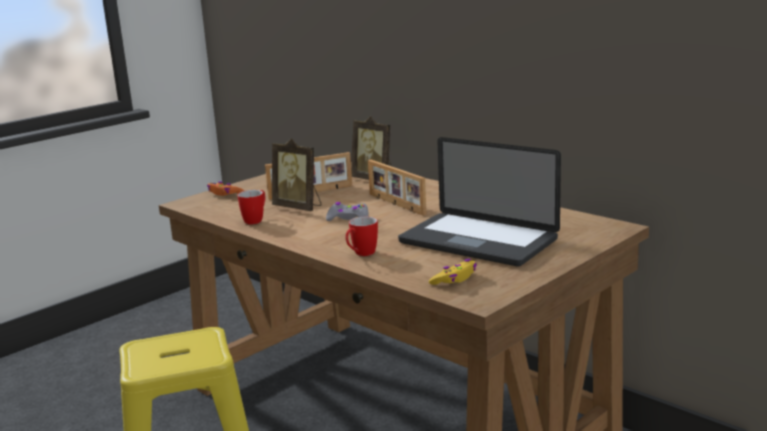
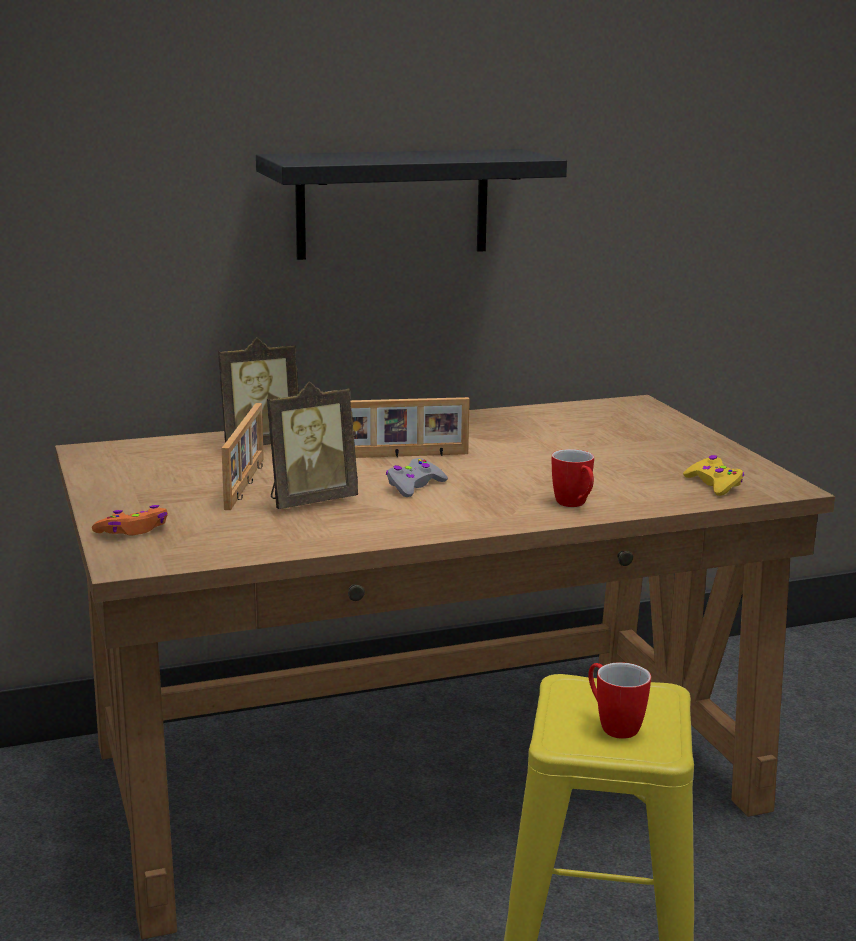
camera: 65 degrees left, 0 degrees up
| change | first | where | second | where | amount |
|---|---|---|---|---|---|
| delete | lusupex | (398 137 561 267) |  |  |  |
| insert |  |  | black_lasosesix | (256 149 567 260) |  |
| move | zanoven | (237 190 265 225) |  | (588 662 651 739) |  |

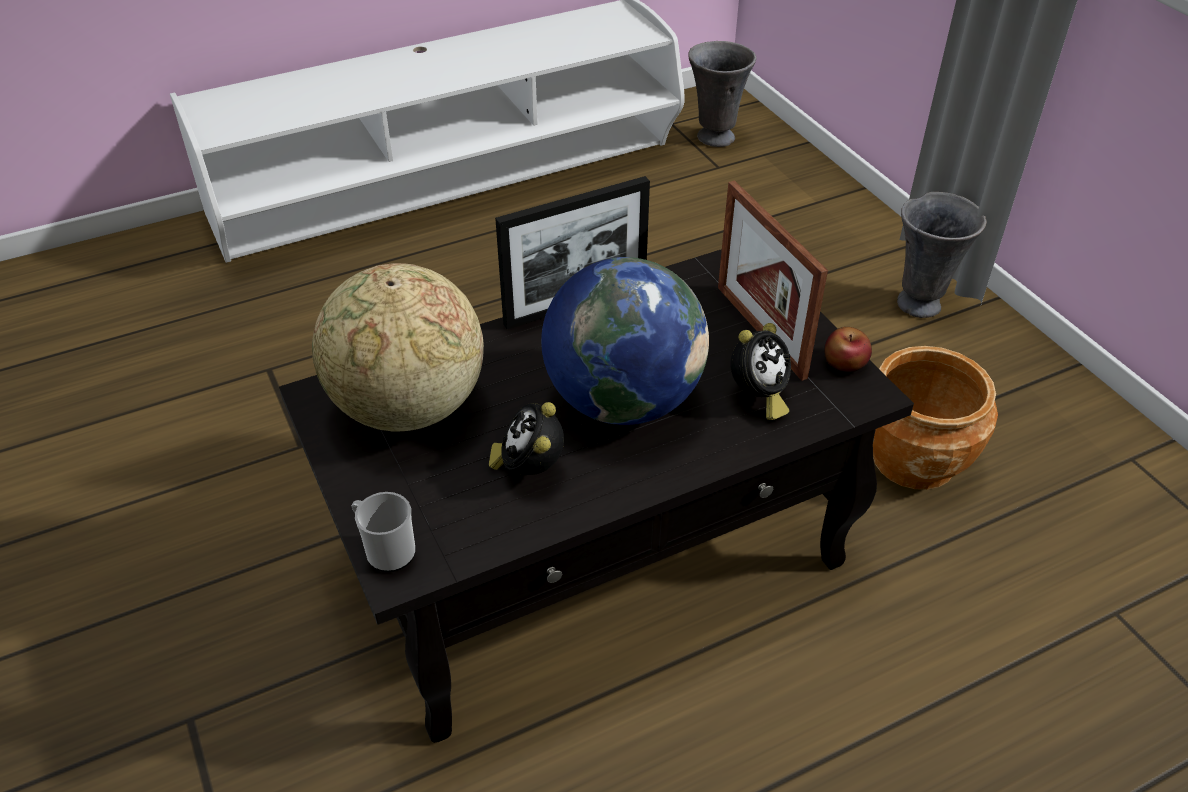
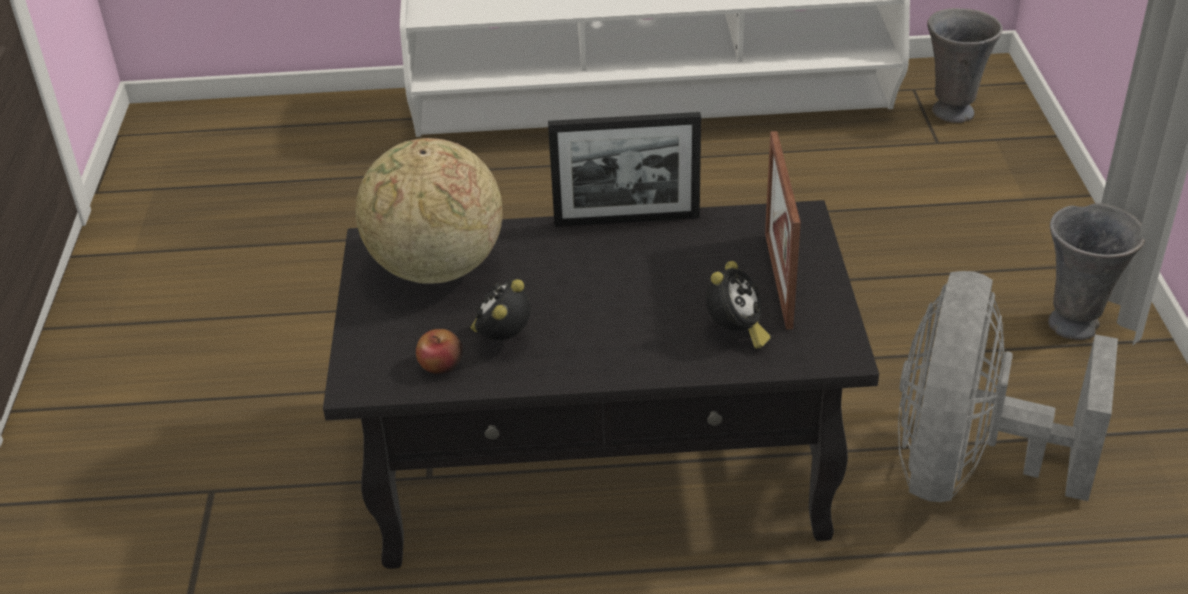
camera: 25 degrees right, 5 degrees down
| change | first | where | second | where | amount |
|---|---|---|---|---|---|
| delete | zanoven | (352 492 416 572) |  |  |  |
| delete | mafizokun | (541 257 709 425) |  |  |  |
| move | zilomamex | (824 327 872 372) |  | (416 329 463 374) |  |
| replace | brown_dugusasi | (873 346 998 490) | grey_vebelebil | (898 271 1118 502) |  |
| rotate | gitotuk | (731 323 791 420) |  | (706 261 770 349) | 45 degrees counterclockwise |

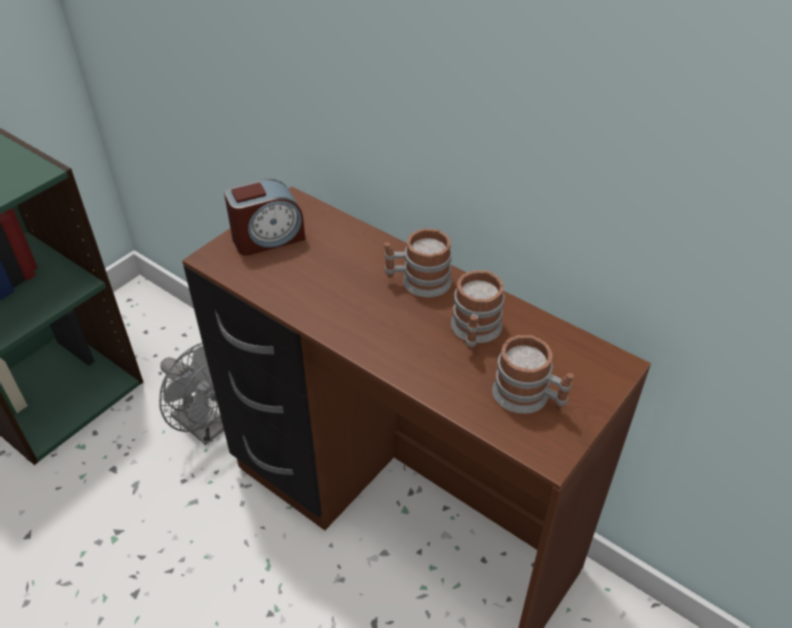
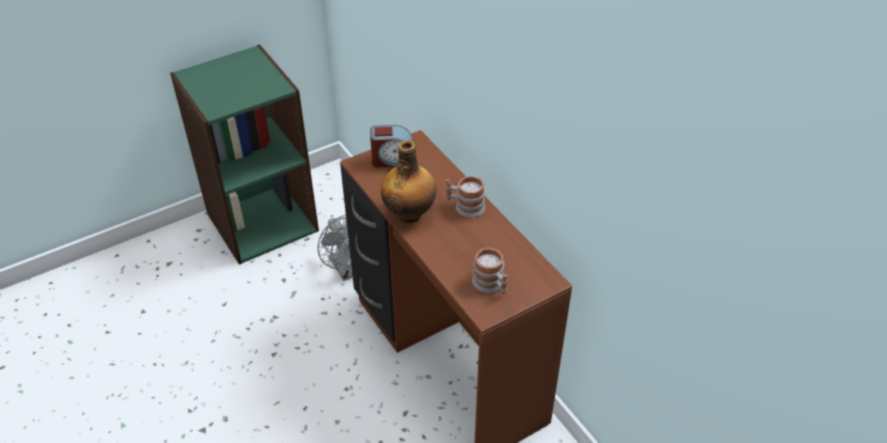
camera: 20 degrees right, 0 degrees up
| change | first | where | second | where | amount |
|---|---|---|---|---|---|
| delete | zanoven | (451 270 504 349) |  |  |  |
| insert |  |  | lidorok | (381 140 437 223) |  |

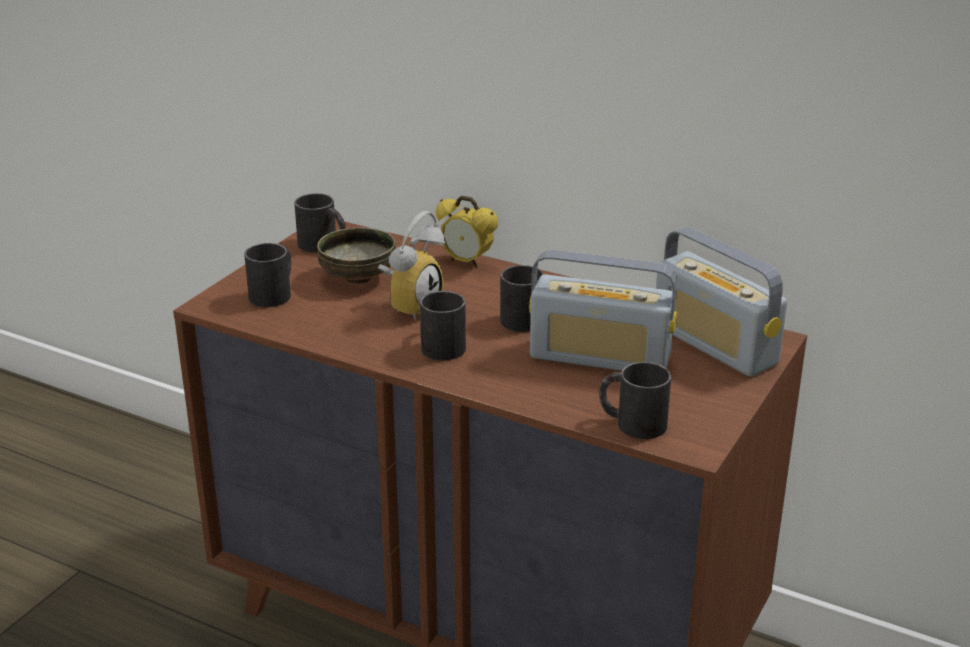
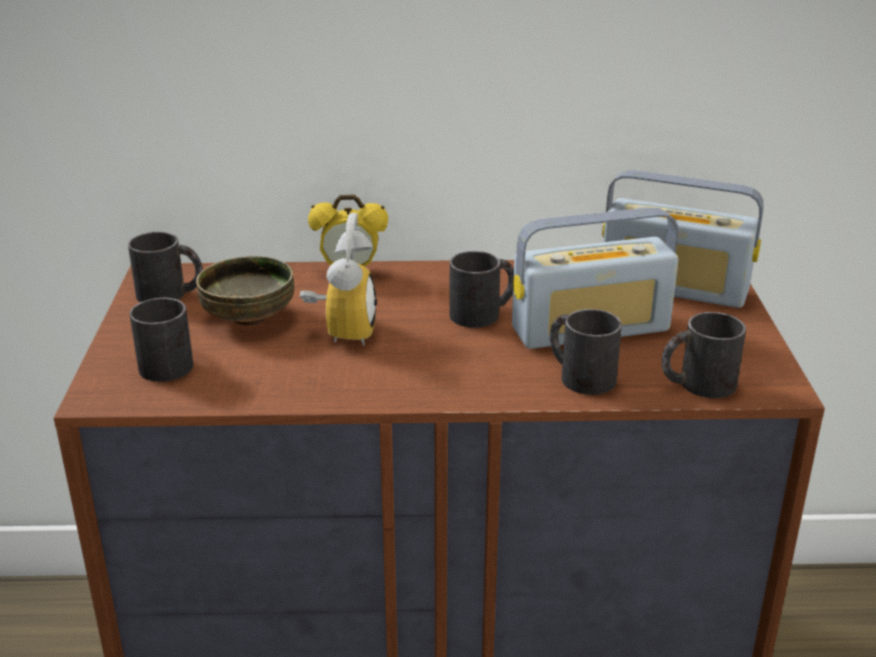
camera: 30 degrees left, 0 degrees up
| change | first | where | second | where | amount |
|---|---|---|---|---|---|
| move | black_zanoven | (420 291 466 360) |  | (550 309 622 395) |  |

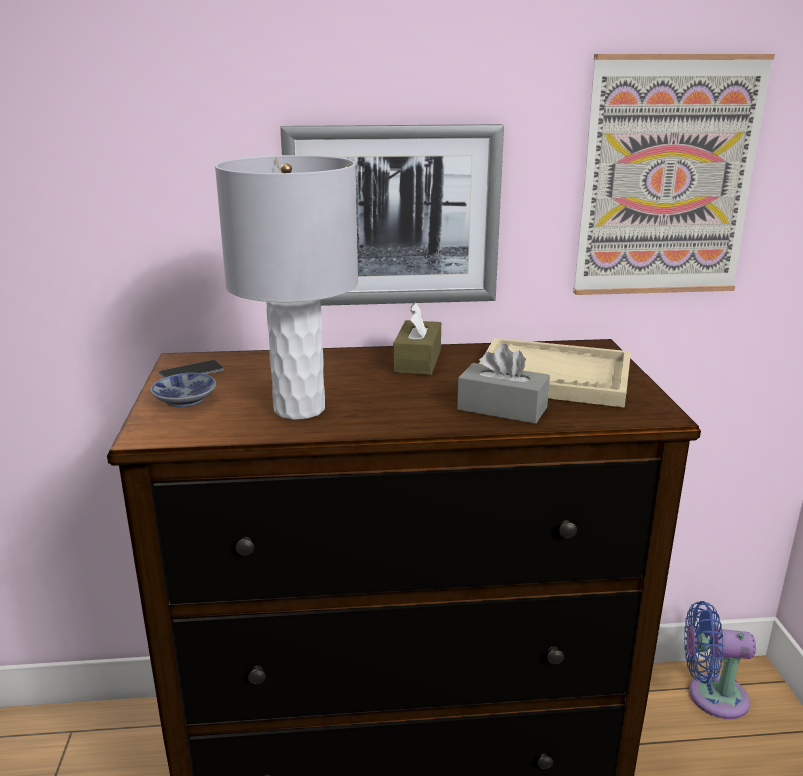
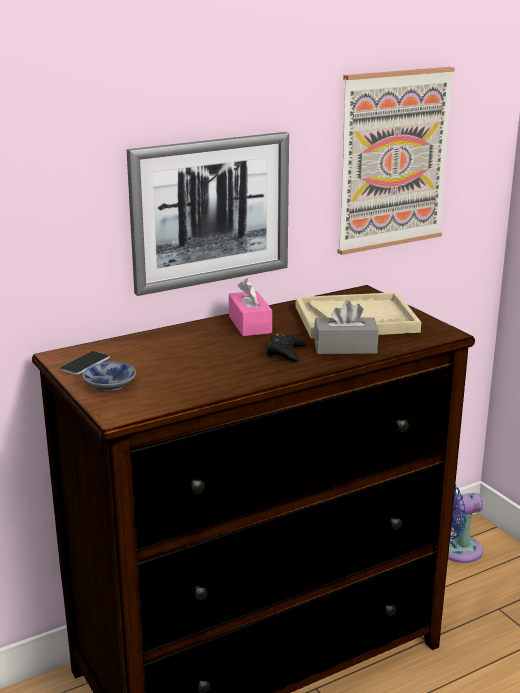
camera: 25 degrees left, 0 degrees up
| change | first | where | second | where | amount |
|---|---|---|---|---|---|
| delete | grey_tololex | (215 155 358 420) |  |  |  |
| insert |  |  | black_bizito | (266 333 306 362) |  |
| recolor | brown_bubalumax | (393 303 441 375) | pink_bubalumax | (229 278 272 336) |  |

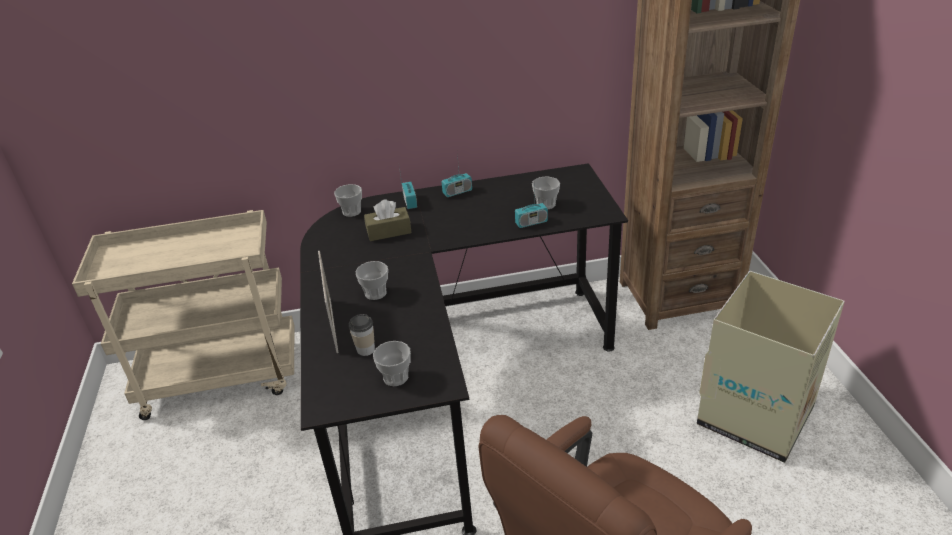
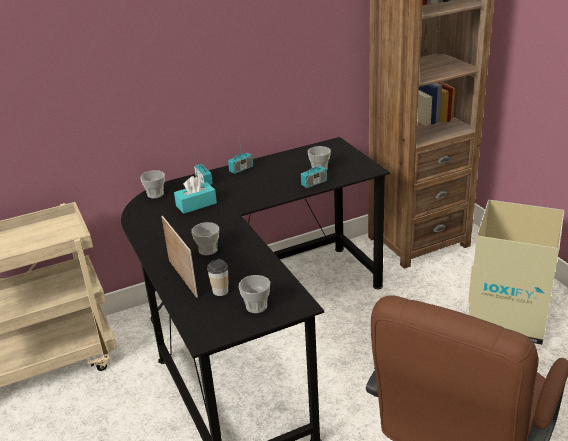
camera: 15 degrees left, 5 degrees down
| change | first | where | second | where | amount |
|---|---|---|---|---|---|
| recolor | brown_bubalumax | (364 199 412 241) | turquoise_bubalumax | (174 176 217 214) |  |

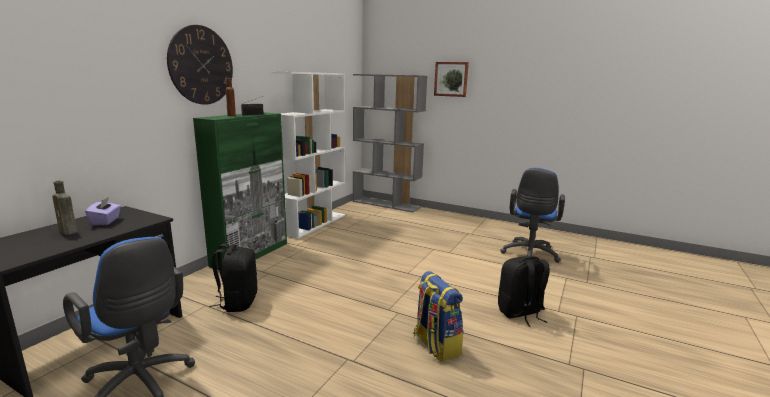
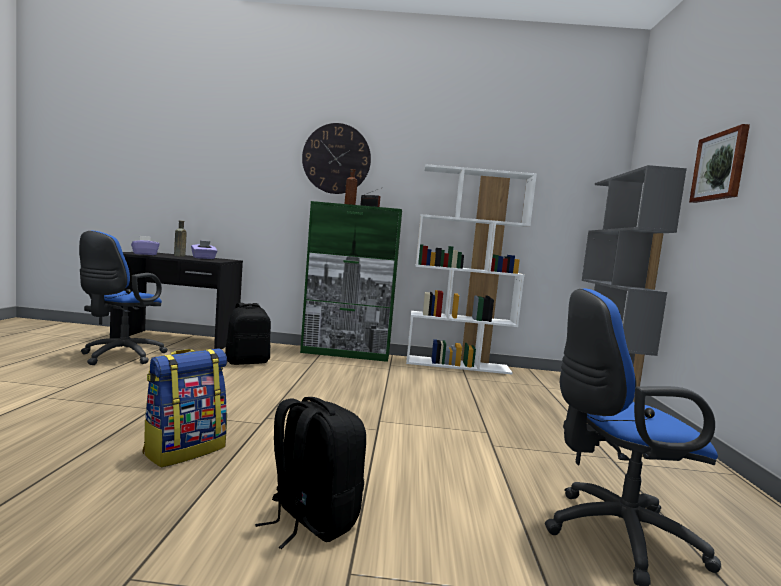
camera: 65 degrees right, 10 degrees down
| change | first | where | second | where | amount |
|---|---|---|---|---|---|
| insert |  |  | purple_bubalumax | (131 236 160 255) |  |

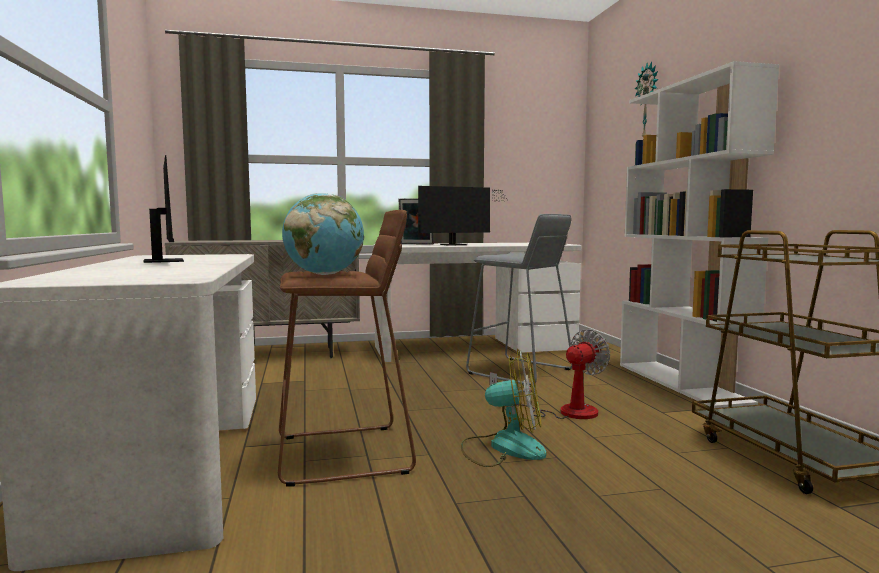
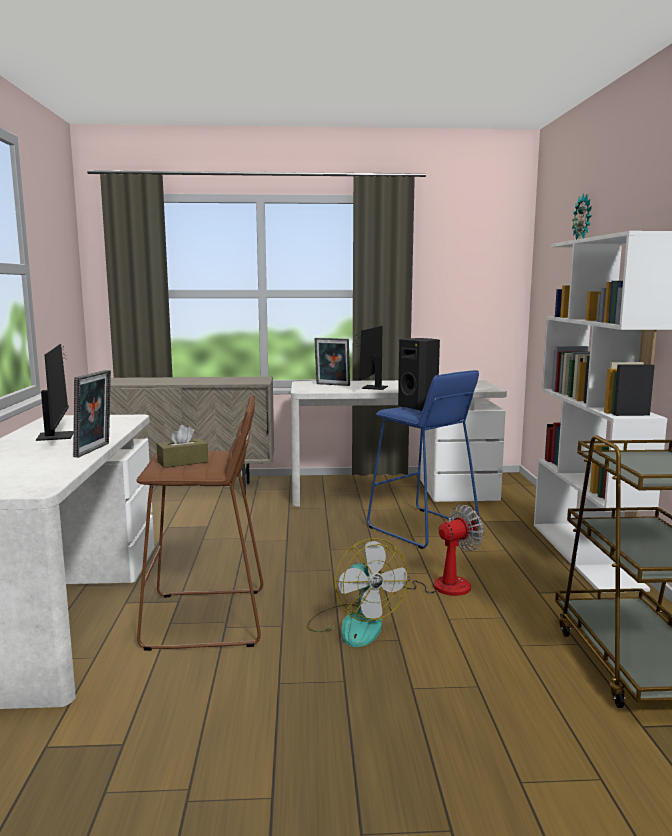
camera: 10 degrees right, 5 degrees up
| change | first | where | second | where | amount |
|---|---|---|---|---|---|
| insert |  |  | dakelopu | (73 370 111 458) |  |
| insert |  |  | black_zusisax | (398 338 440 411) |  |
| replace | mafizokun | (282 193 364 275) | brown_bubalumax | (157 425 208 468) |  |
| recolor | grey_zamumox | (466 214 572 387) | blue_zamumox | (367 370 479 549) |  |
| rotate | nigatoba | (418 186 507 246) |  | (354 326 388 390) | 120 degrees clockwise |
| rotate | vebelebil | (461 349 547 467) |  | (307 538 408 647) | 45 degrees clockwise |

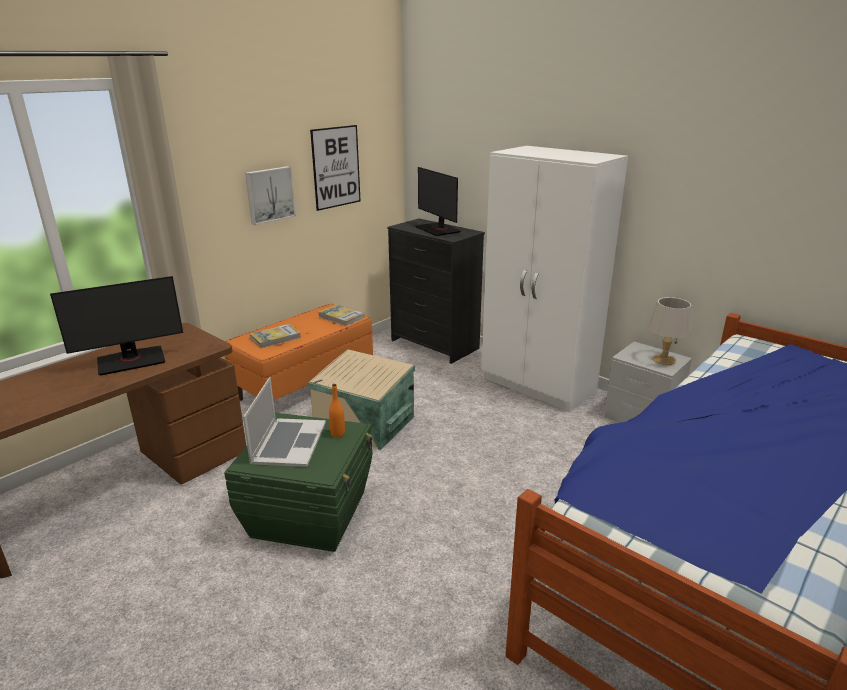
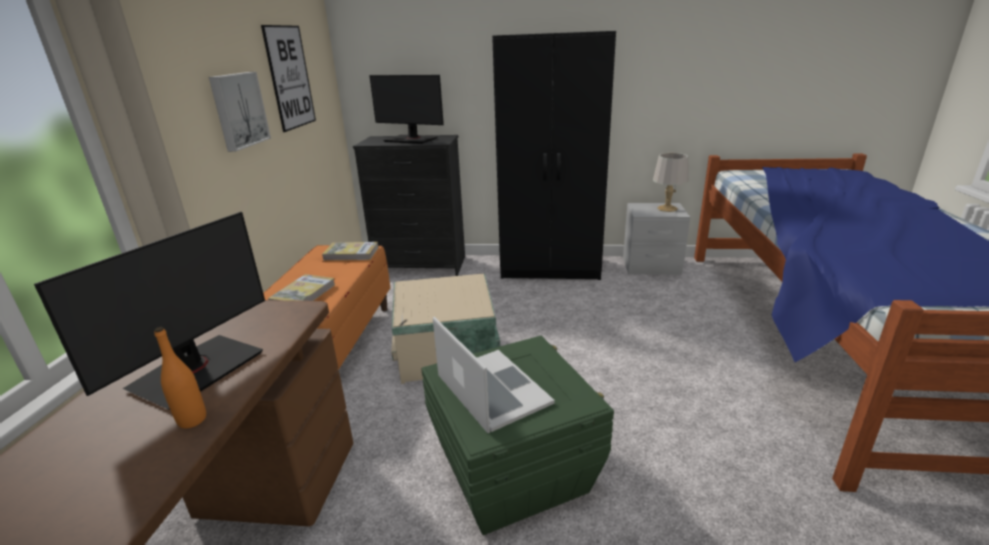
camera: 35 degrees left, 0 degrees up
| change | first | where | second | where | amount |
|---|---|---|---|---|---|
| move | orange_lidorok | (329 384 345 437) |  | (154 327 206 428) |  |
| recolor | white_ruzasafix | (481 146 628 412) | black_ruzasafix | (492 31 616 280) |  |

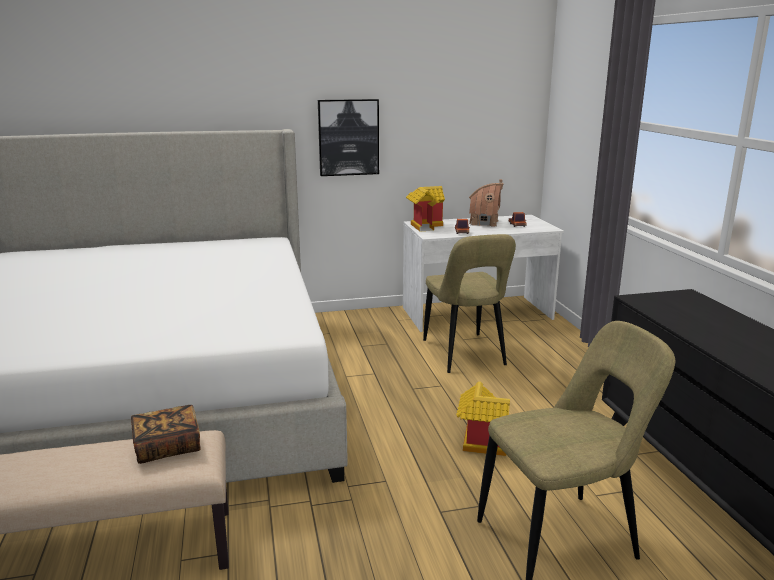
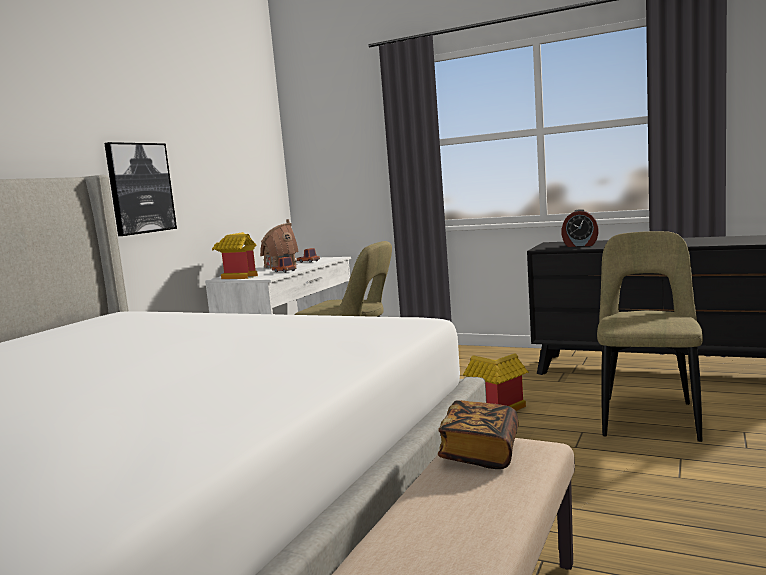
camera: 50 degrees left, 10 degrees down
| change | first | where | second | where | amount |
|---|---|---|---|---|---|
| insert |  |  | gitotuk | (562 209 599 247) |  |

